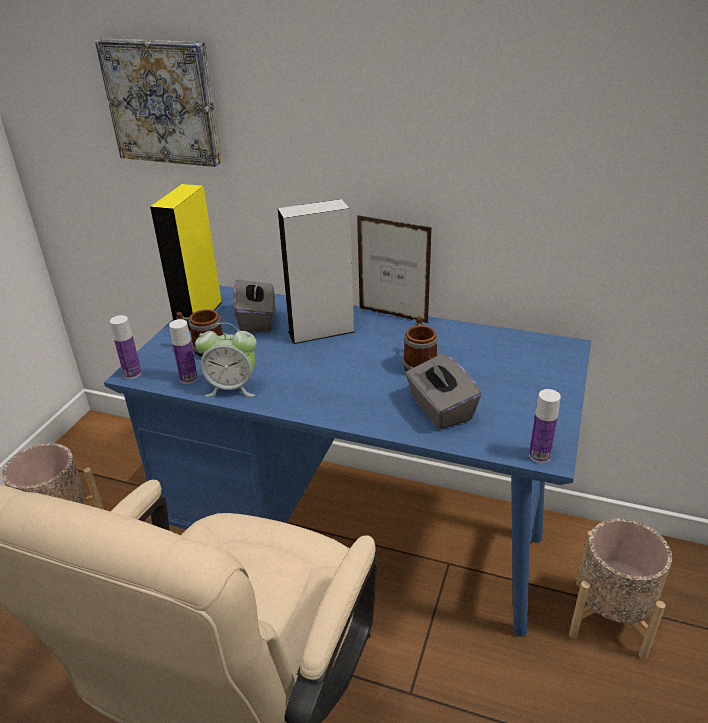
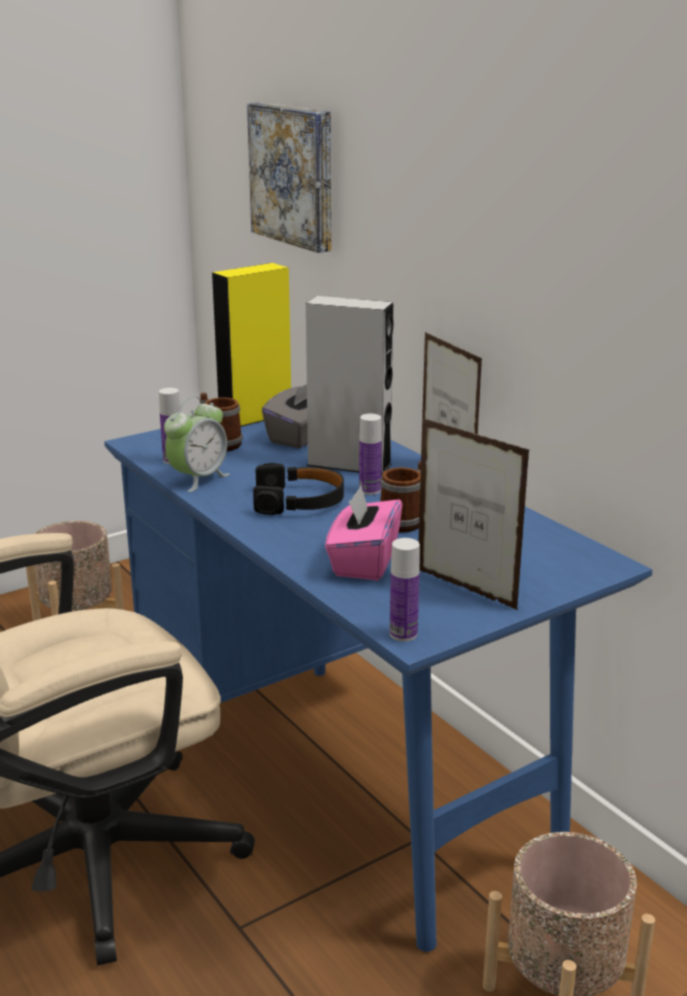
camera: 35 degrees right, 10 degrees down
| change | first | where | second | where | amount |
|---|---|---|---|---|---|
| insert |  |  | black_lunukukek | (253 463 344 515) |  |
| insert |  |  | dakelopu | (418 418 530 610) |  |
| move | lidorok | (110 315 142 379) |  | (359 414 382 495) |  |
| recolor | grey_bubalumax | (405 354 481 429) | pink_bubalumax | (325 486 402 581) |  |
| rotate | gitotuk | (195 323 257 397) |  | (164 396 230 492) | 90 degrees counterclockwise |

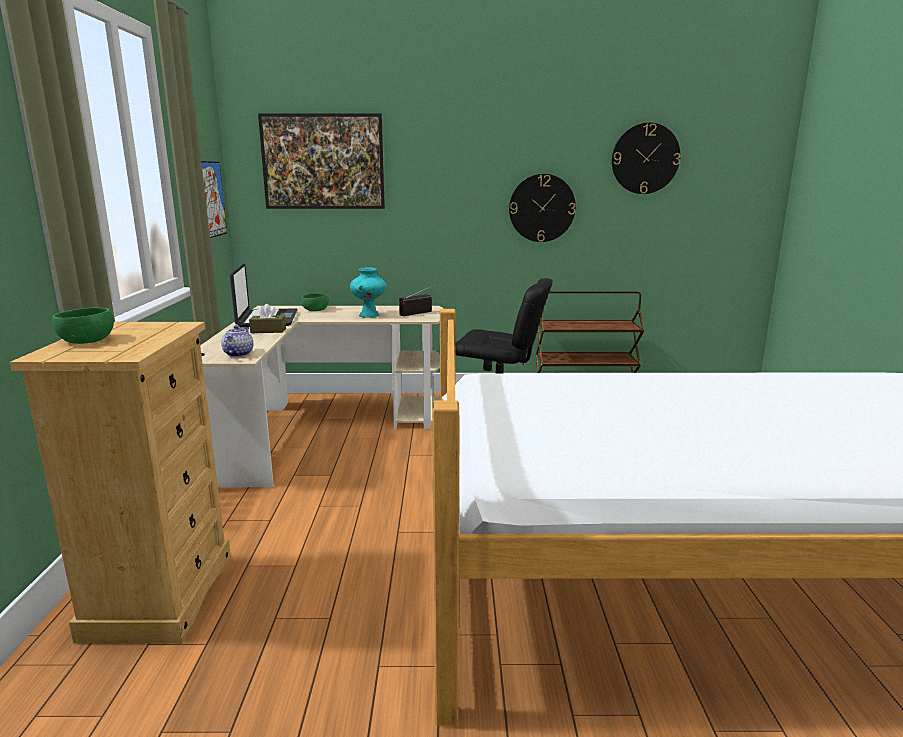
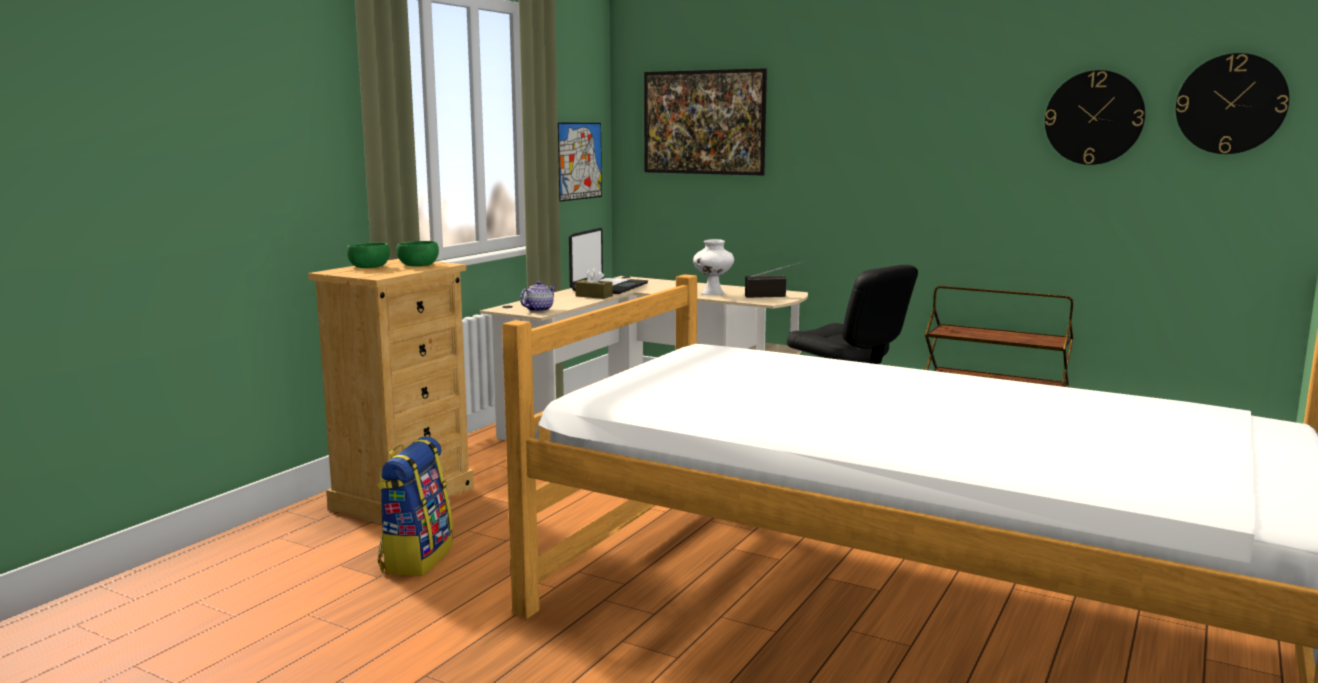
camera: 30 degrees right, 5 degrees down
| change | first | where | second | where | amount |
|---|---|---|---|---|---|
| insert |  |  | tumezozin | (377 436 453 576) |  |
| move | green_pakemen | (301 293 329 311) |  | (396 241 439 267) |  |
| move | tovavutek | (509 174 576 242) |  | (1176 53 1289 154) |  |
| recolor | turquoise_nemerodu | (350 267 386 318) | white_nemerodu | (693 239 734 295) |  |

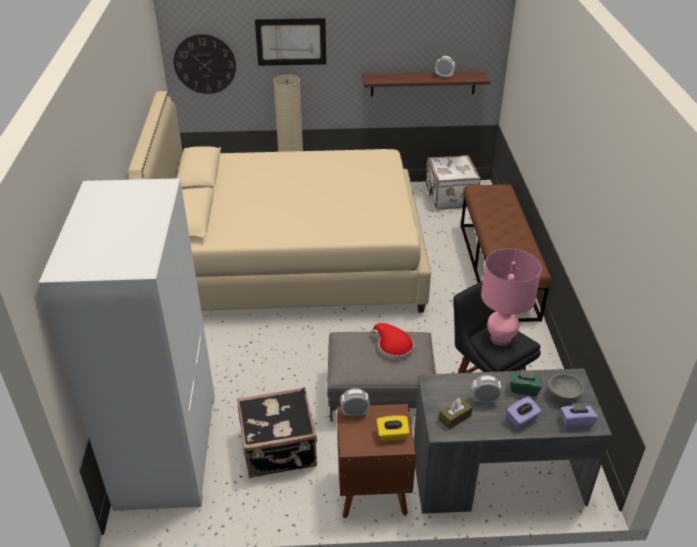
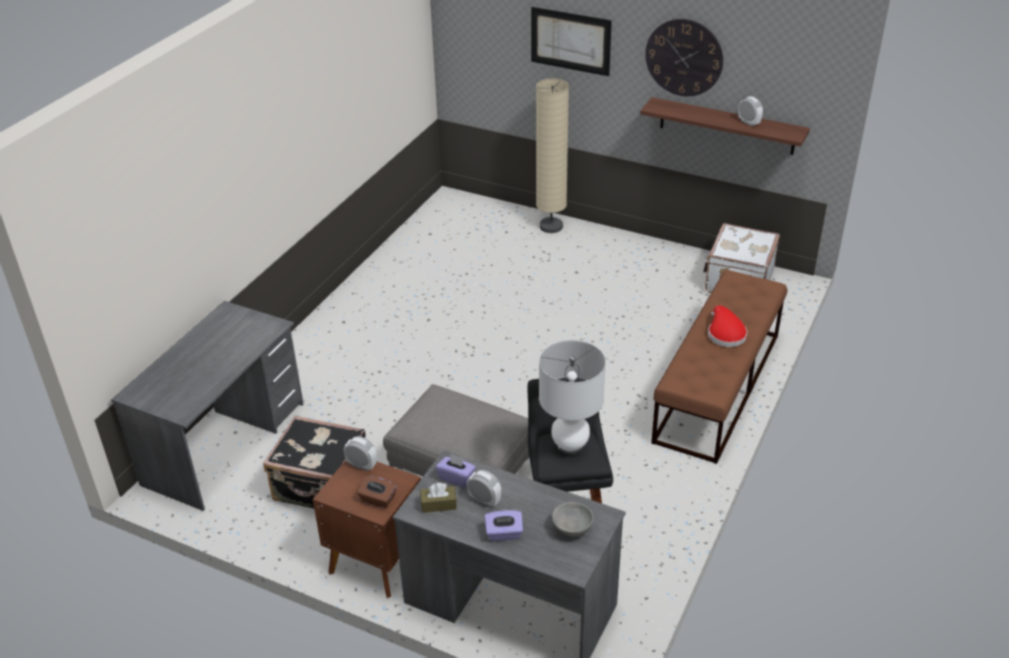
camera: 30 degrees right, 0 degrees up
| change | first | where | second | where | amount |
|---|---|---|---|---|---|
| delete | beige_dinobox | (128 91 431 313) |  |  |  |
| delete | green_bubalumax | (510 369 542 396) |  |  |  |
| move | tovavutek | (173 34 236 94) |  | (645 19 723 96) |  |
| move | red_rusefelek | (371 323 414 360) |  | (708 306 747 347) |  |
| move | purple_bubalumax | (561 403 598 429) |  | (436 454 476 487) |  |
| replace | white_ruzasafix | (39 178 215 511) | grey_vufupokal | (111 301 304 511) |  |
| recolor | yellow_bubalumax | (376 415 410 441) | brown_bubalumax | (357 476 397 508) |  |
| recolor | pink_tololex | (481 249 542 346) | white_tololex | (539 340 606 457) |  |

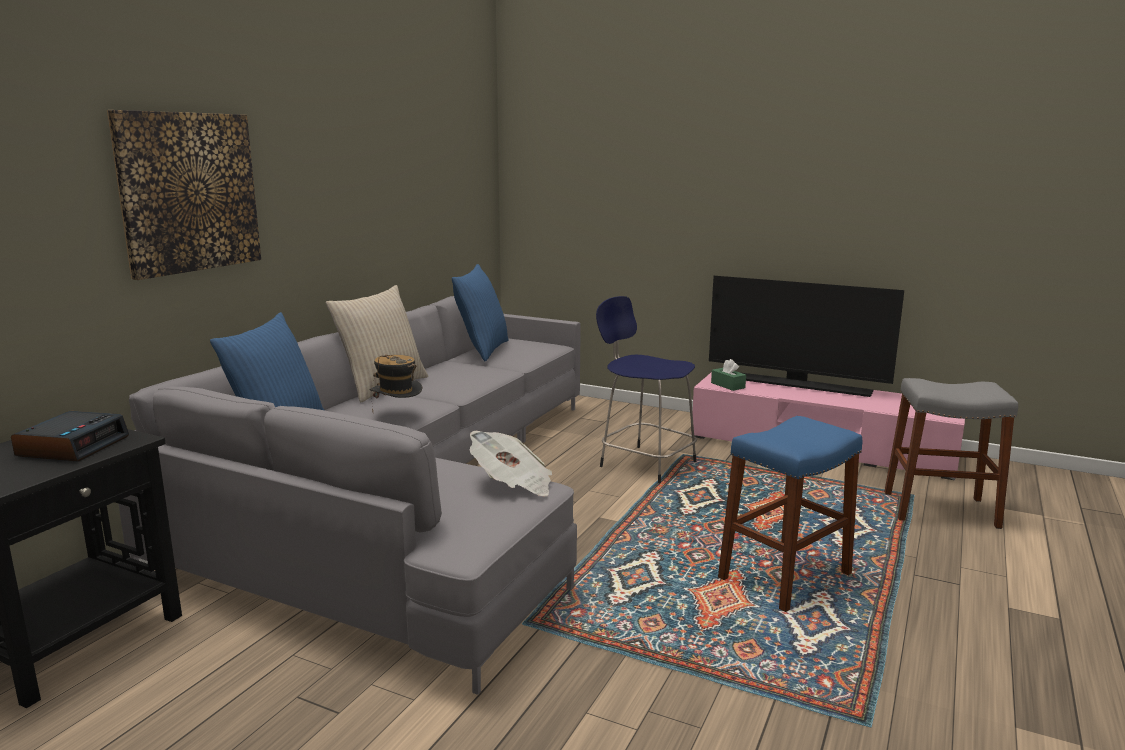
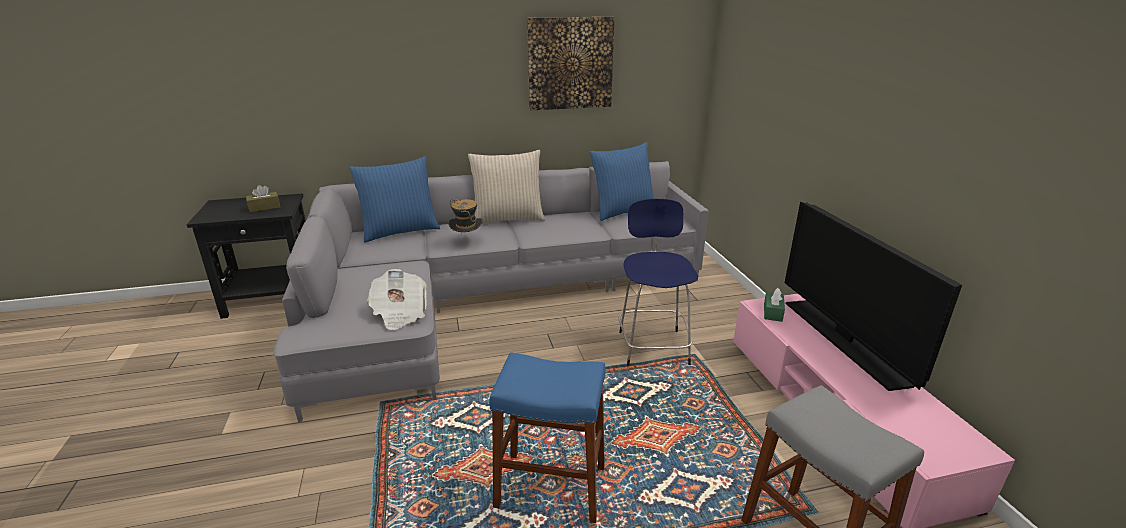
camera: 50 degrees right, 10 degrees up
| change | first | where | second | where | amount |
|---|---|---|---|---|---|
| move | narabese | (107 110 261 280) |  | (527 17 615 110) |  |
| replace | gitotuk | (11 411 129 462) | brown_bubalumax | (246 185 280 212) |  |

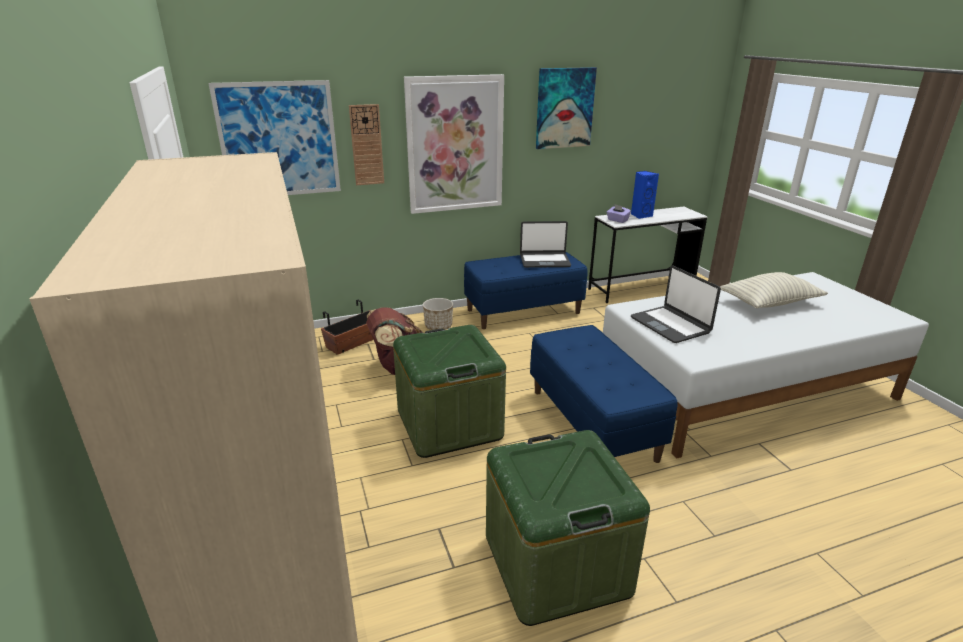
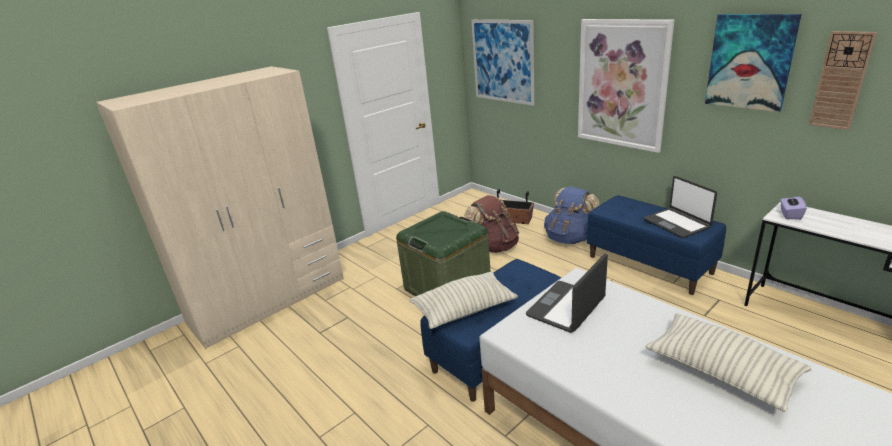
camera: 70 degrees right, 0 degrees up
| change | first | where | second | where | amount |
|---|---|---|---|---|---|
| delete | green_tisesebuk | (486 430 650 626) |  |  |  |
| delete | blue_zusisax | (631 171 659 219) |  |  |  |
| insert |  |  | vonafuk | (410 272 518 329) |  |
| move | tovavutek | (349 104 384 185) |  | (809 31 877 130) |  |
| replace | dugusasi | (423 298 453 330) | blue_tumezozin | (544 186 600 244) |  |

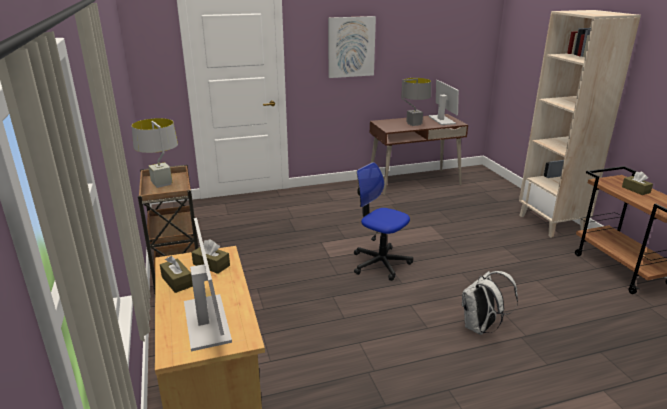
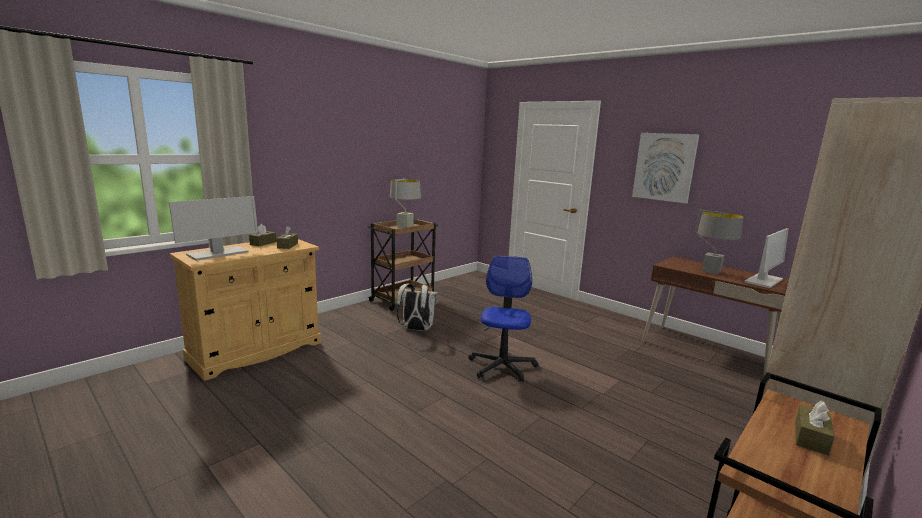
camera: 60 degrees right, 10 degrees down
| change | first | where | second | where | amount |
|---|---|---|---|---|---|
| move | white_tumezozin | (462 271 518 335) |  | (397 283 438 331) |  |

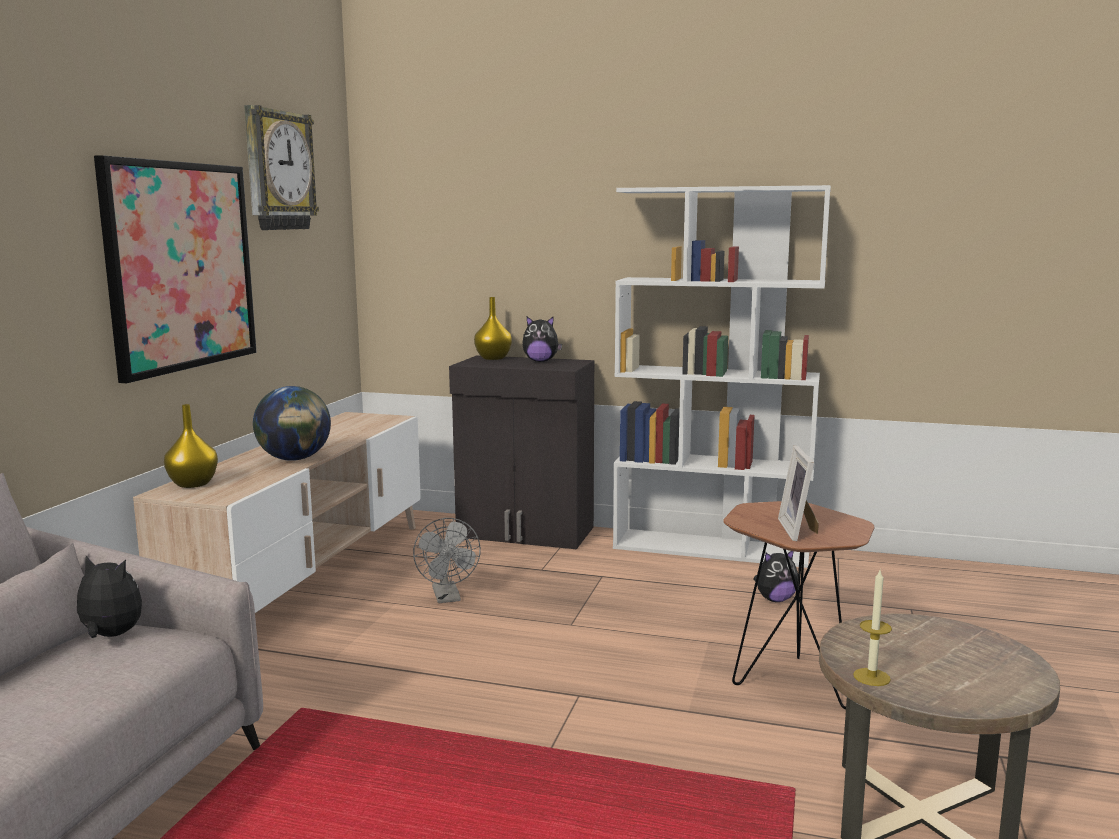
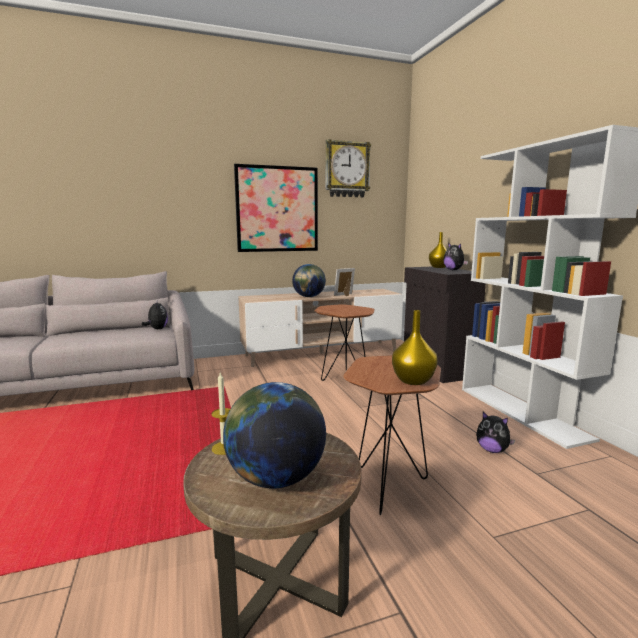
camera: 55 degrees right, 0 degrees up
| change | first | where | second | where | amount |
|---|---|---|---|---|---|
| insert |  |  | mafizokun | (223 382 326 489) |  |
| move | yellow_nemerodu | (164 404 218 488) |  | (392 310 438 385) |  |
| move | dakelopu | (778 445 819 541) |  | (334 268 355 296) |  |
| replace | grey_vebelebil | (413 518 481 603) | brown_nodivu | (315 304 375 381) |  |

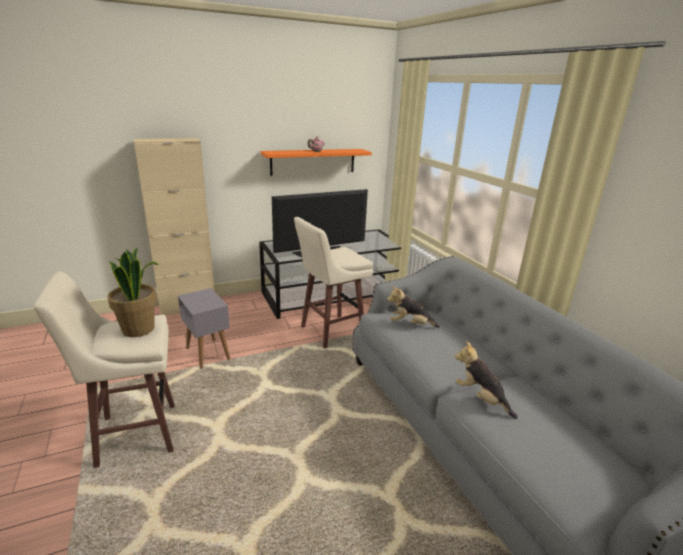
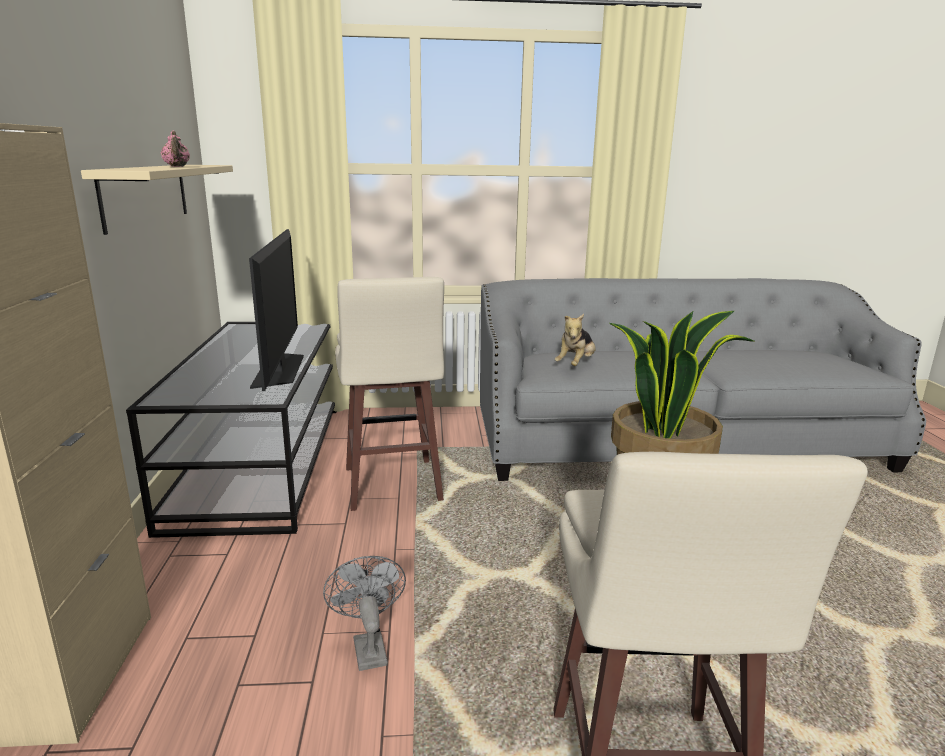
camera: 70 degrees left, 5 degrees down
| change | first | where | second | where | amount |
|---|---|---|---|---|---|
| delete | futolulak | (455 341 518 419) |  |  |  |
| replace | grey_nodivu | (178 288 230 369) | grey_vebelebil | (323 556 406 671) |  |
| recolor | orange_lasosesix | (261 149 372 176) | beige_lasosesix | (81 165 233 235) |  |

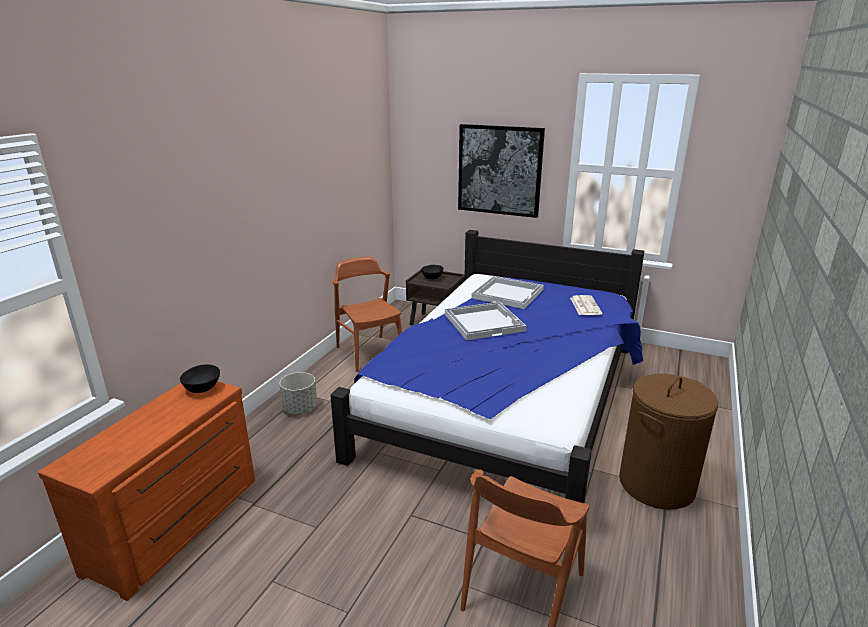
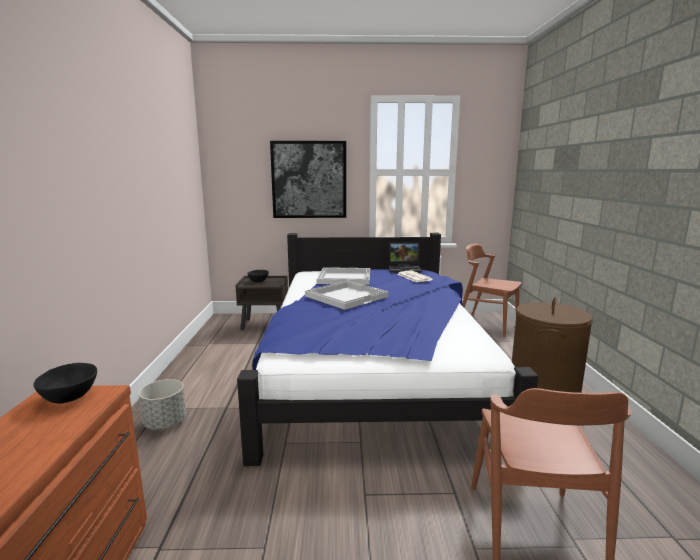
camera: 25 degrees left, 10 degrees down
| change | first | where | second | where | amount |
|---|---|---|---|---|---|
| insert |  |  | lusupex | (389 242 422 273) |  |
| move | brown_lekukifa | (333 257 402 372) |  | (462 244 522 337) |  |

